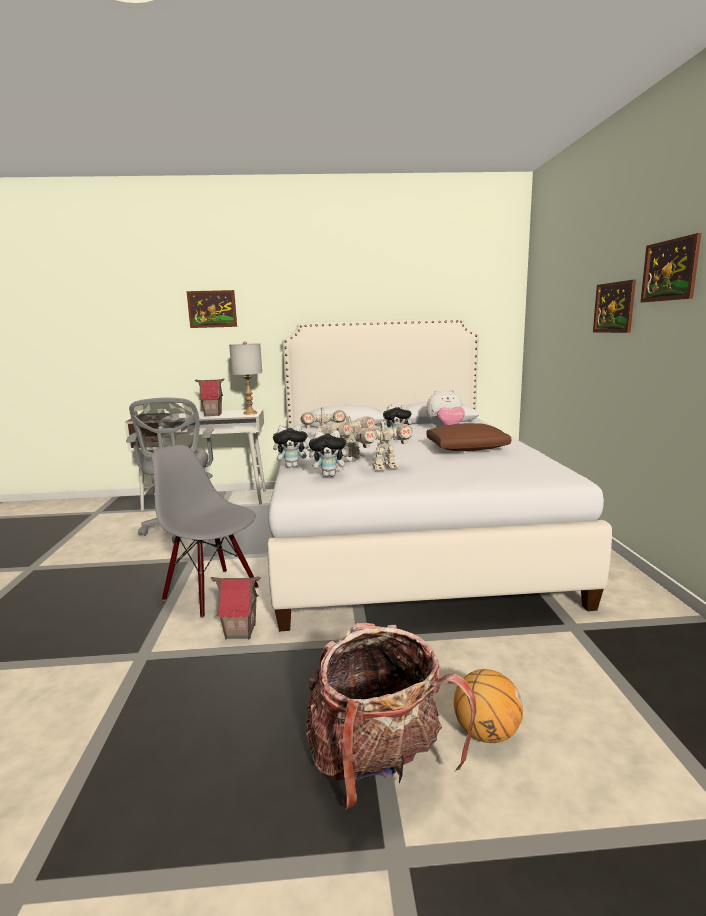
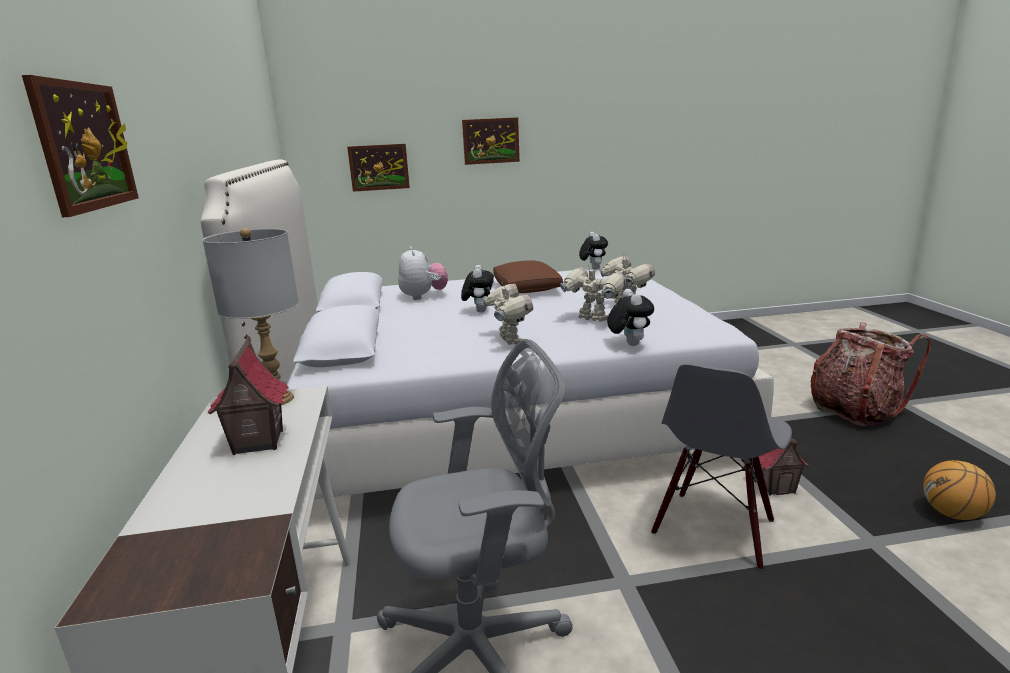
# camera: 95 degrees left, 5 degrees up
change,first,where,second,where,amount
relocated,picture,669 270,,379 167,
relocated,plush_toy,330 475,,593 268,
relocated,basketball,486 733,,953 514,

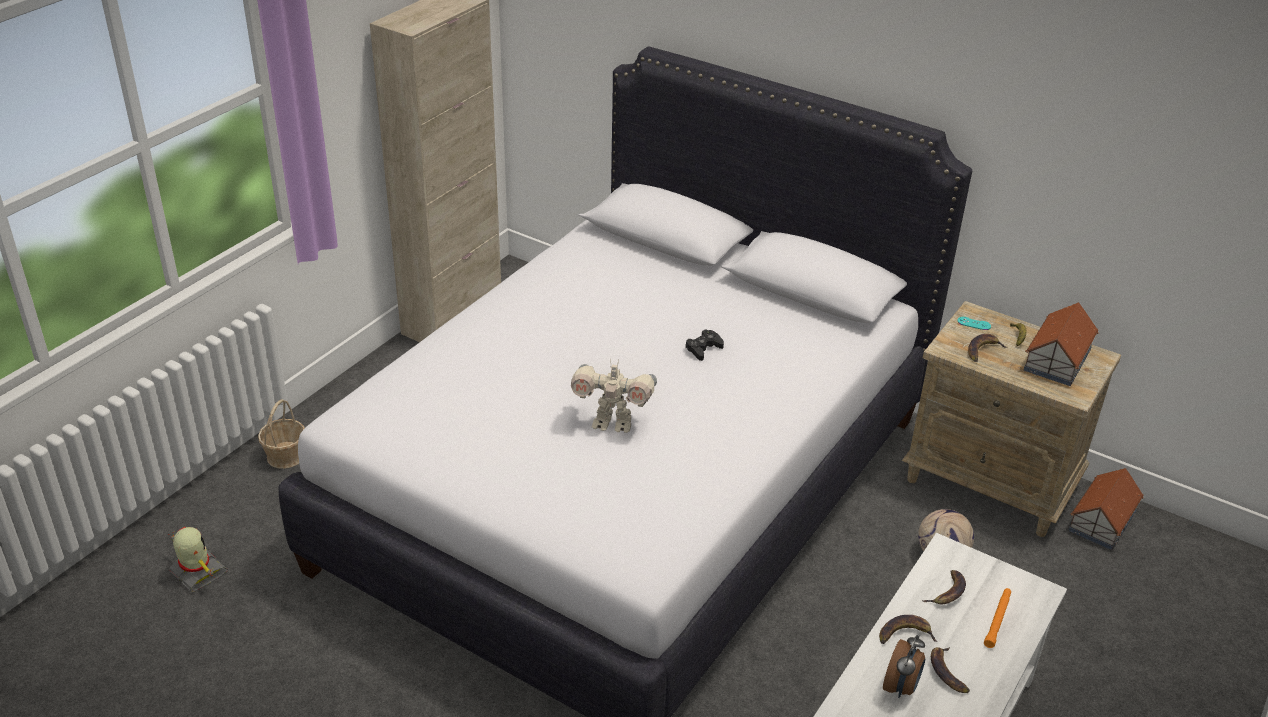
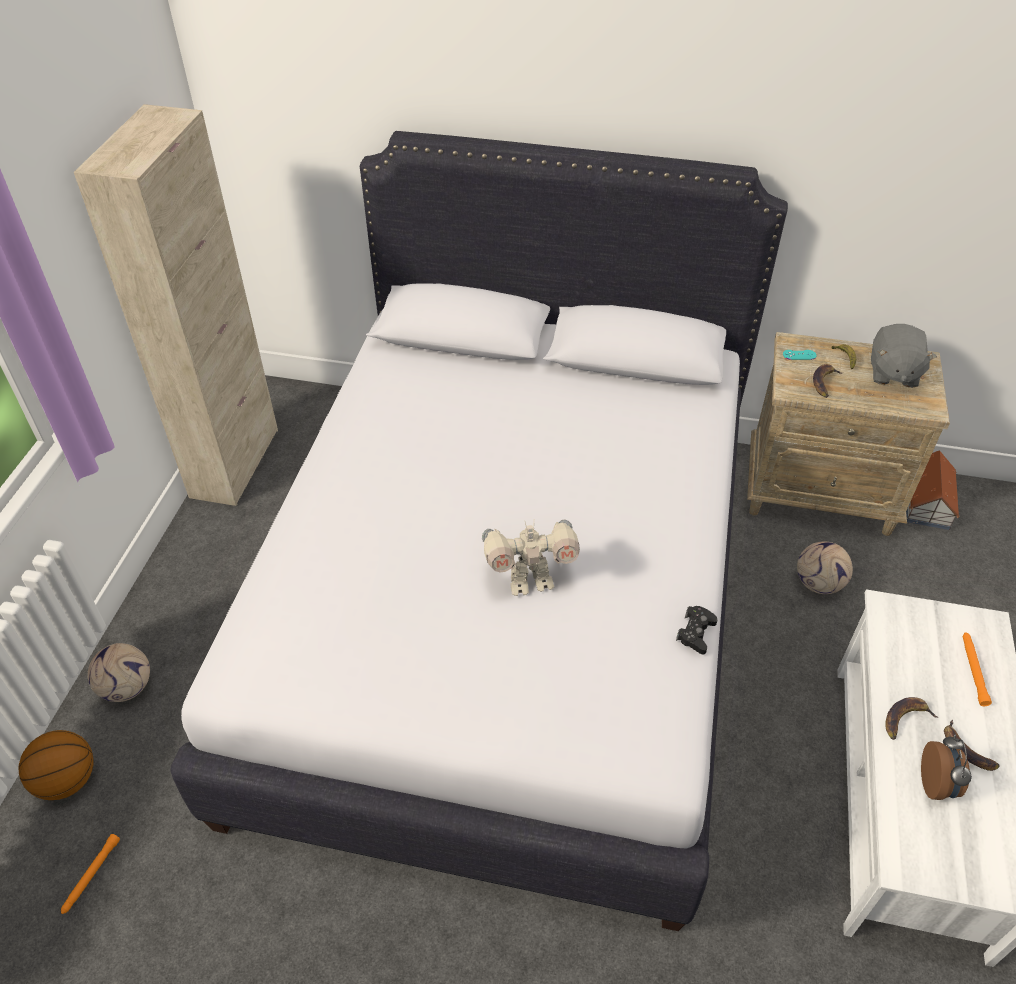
# camera: 20 degrees left, 10 degrees up
change,first,where,second,where,amount
exchanged,toy_house,1058 359,grey_plush_toy,892 373,
relocated,black_game_controller,703 349,,696 633,
exchanged,basket,286 456,football,128 687,
exchanged,toy_robot,198 573,orange_flashlight,91 876,
missing,banana,948 592,,,
appeared,,,basketball,68 780,

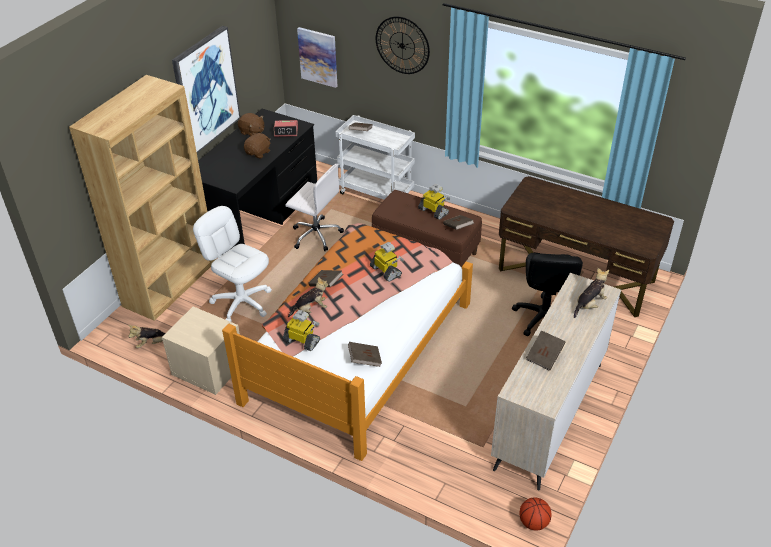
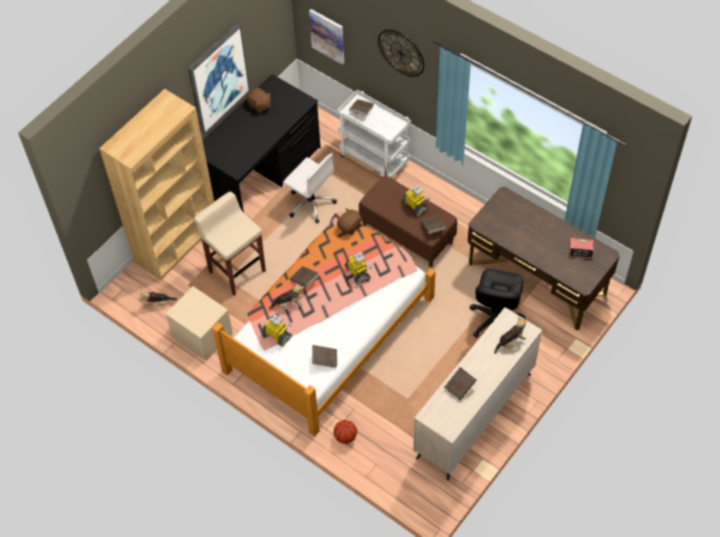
# camera: 10 degrees right, 15 degrees up
change,first,where,second,where,amount
relocated,alarm_clock,286 131,,581 250,
relocated,brown_plush_toy,258 153,,350 226,
exchanged,white_office_chair,242 302,beige_stool,236 271,
relocated,basketball,533 522,,345 437,

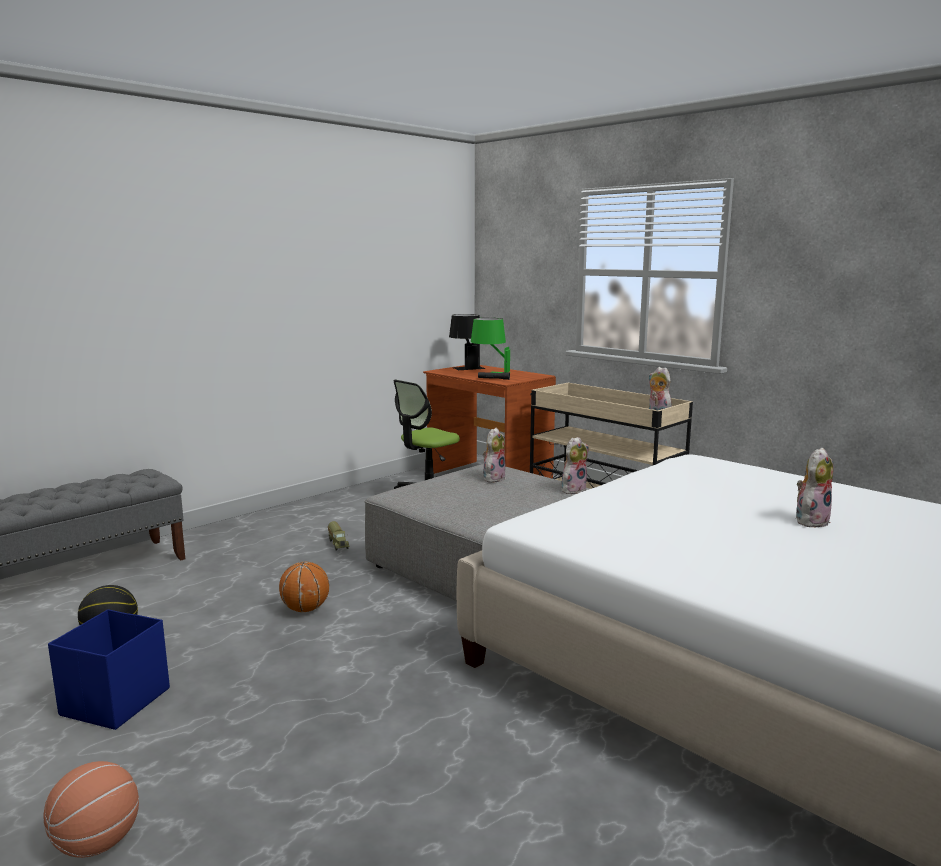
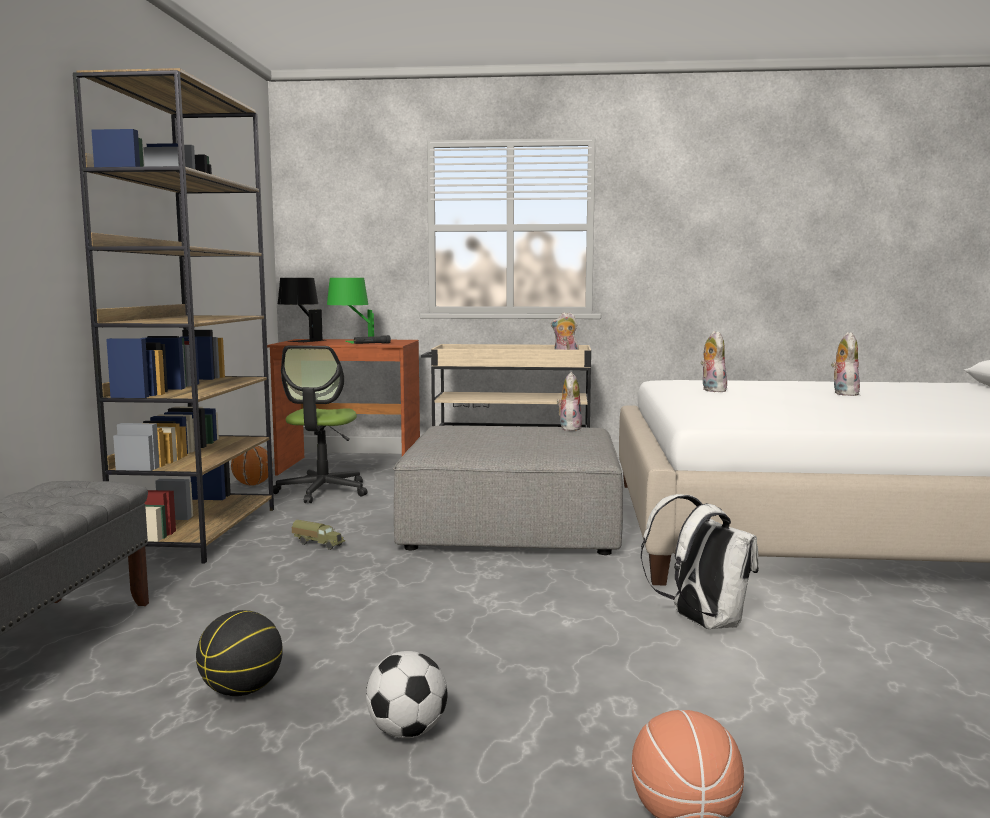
# camera: 40 degrees left, 5 degrees down
change,first,where,second,where,amount
relocated,plush_toy,493 478,,711 390,
relocated,basketball,305 609,,252 484,
exchanged,blue_storage_box,114 702,football,408 732,
appeared,,,brown_bookcase,199 532,
appeared,,,white_backpack,701 622,

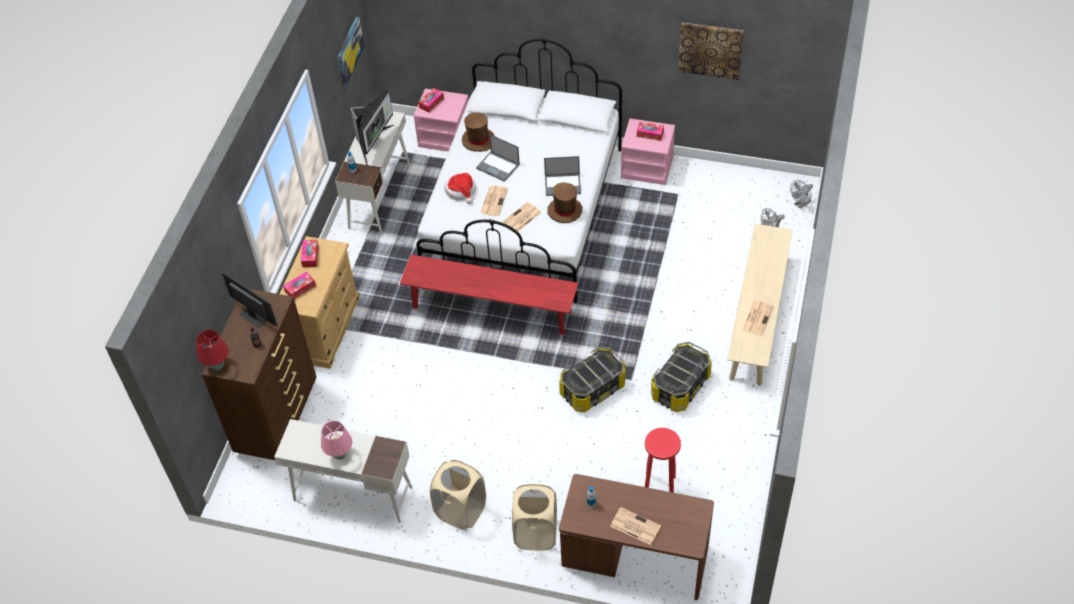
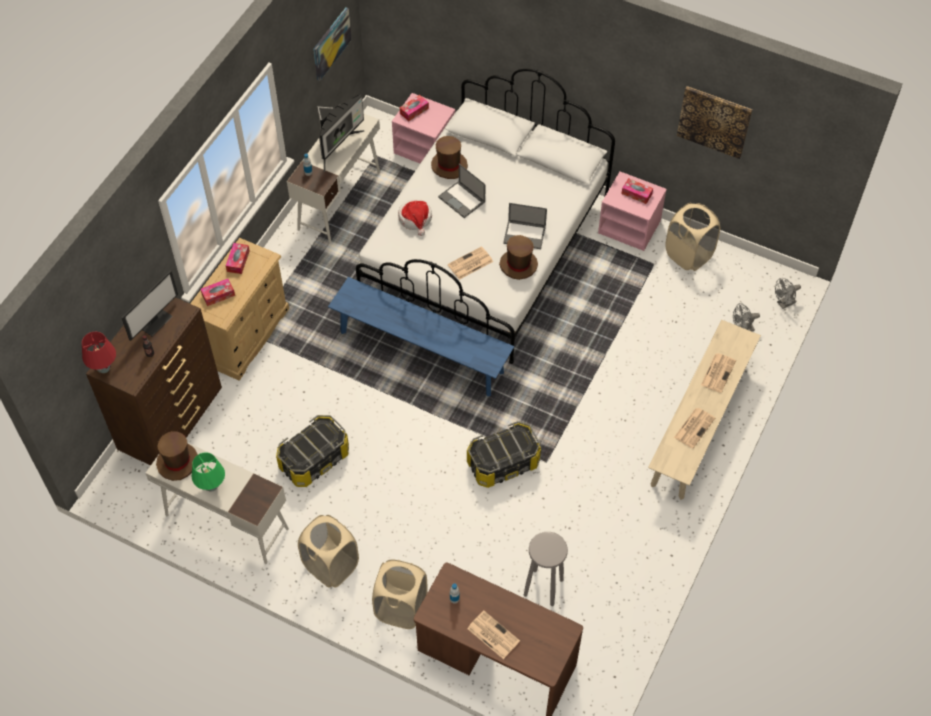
# camera: 10 degrees right, 5 degrees up
change,first,where,second,where,amount
relocated,newspaper,494 200,,718 372,
colour,red_bench,491 310,blue_bench,421 352,
spun,monitor,254 316,,155 321,75 degrees clockwise
relocated,storage_box,680 387,,314 460,
colour,pink_table_lamp,340 455,green_table_lamp,212 486,
colour,red_stool,660 487,grey_stool,544 587,
appeared,,,beige_laundry_basket,688 255,
appeared,,,brown_hat,177 462,

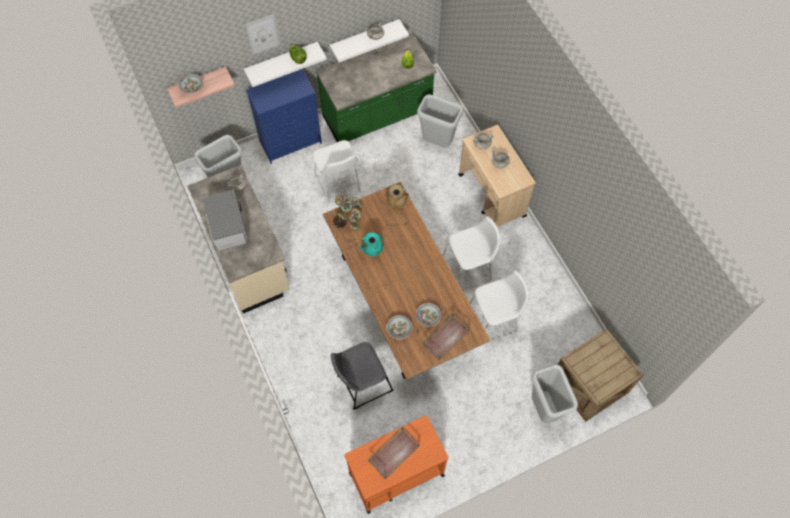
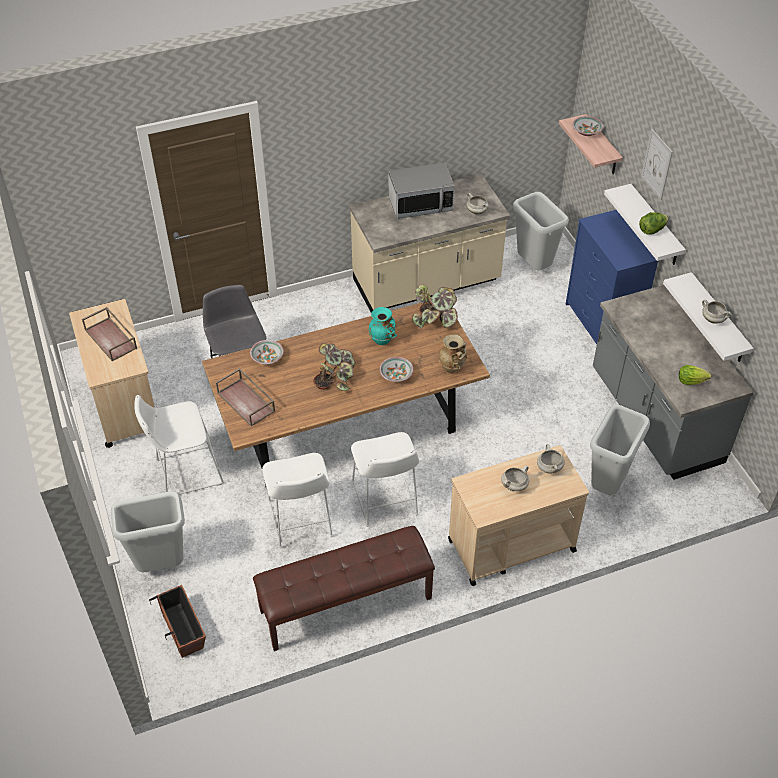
# camera: 95 degrees right, 15 degrees down
change,first,where,second,where,amount
colour,green_counter,377 115,grey_counter,654 417,
relocated,white_stool,338 185,,185 472,
relocated,bowl,428 317,,396 375,
exchanged,crate,589 384,planter,183 629,
colour,orange_cart,395 474,beige_cart,123 403,
appeared,,,potted_plant,335 377,
appeared,,,brown_bench,346 605,

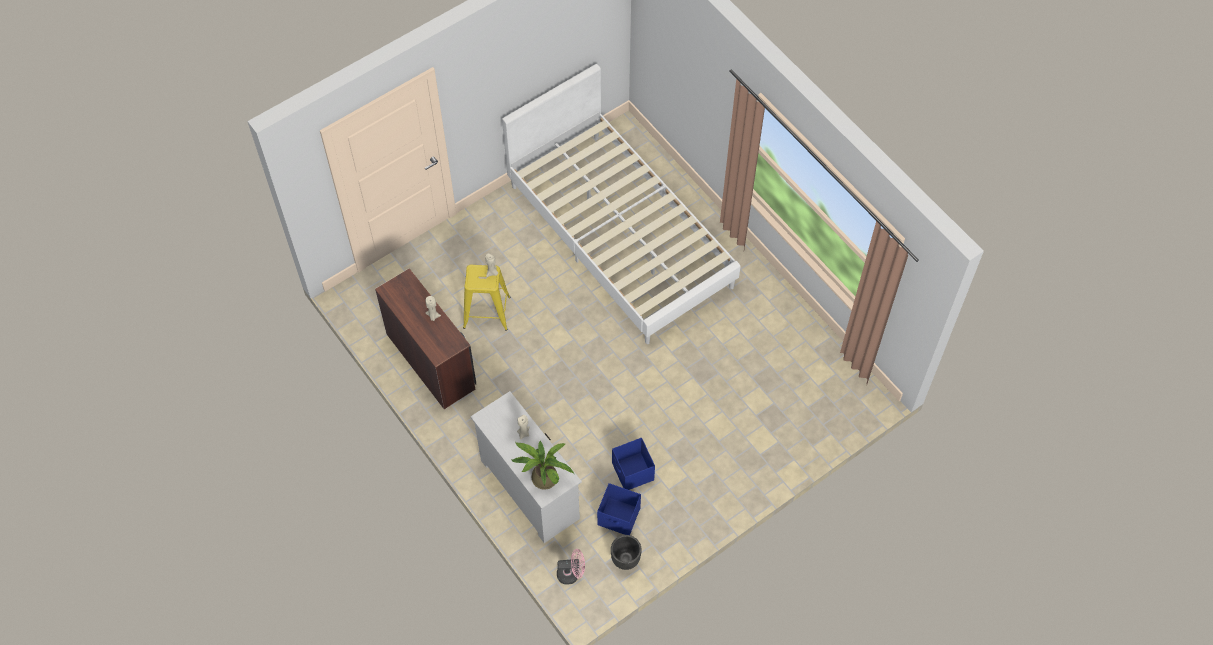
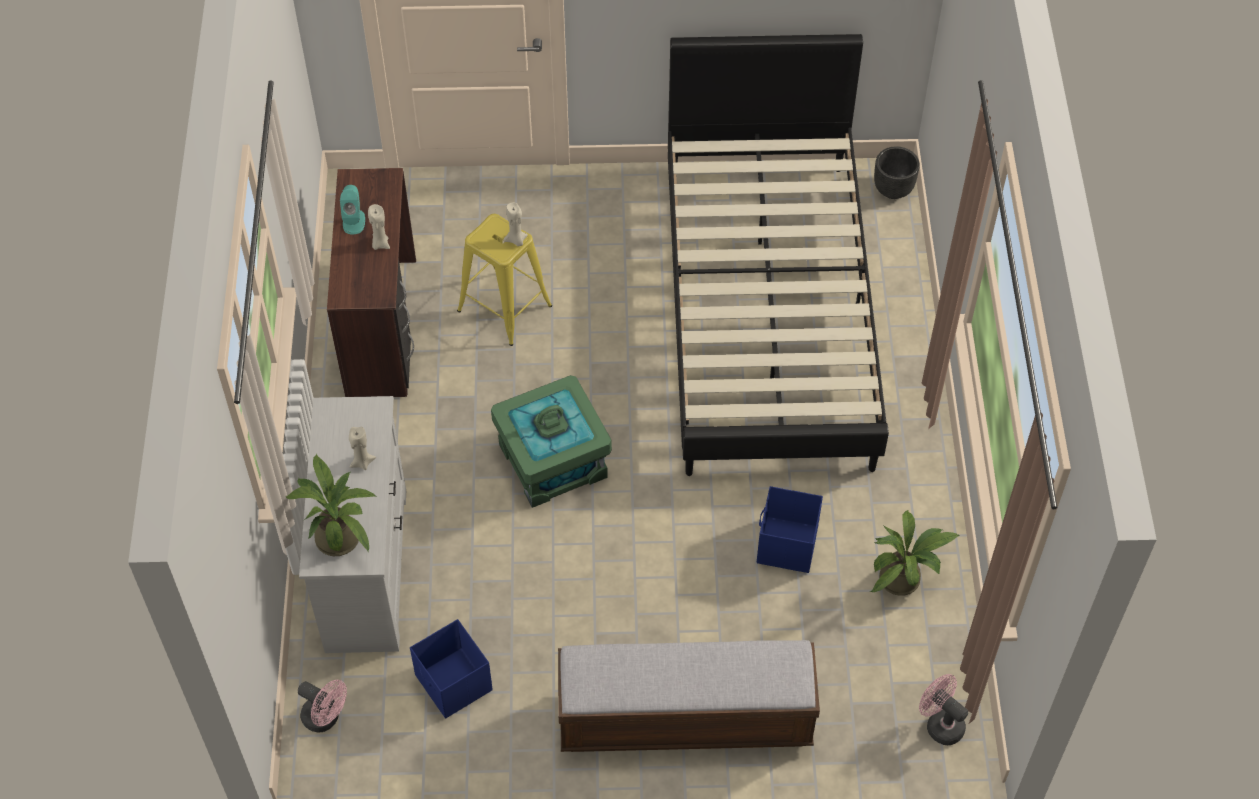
# camera: 35 degrees right, 5 degrees down
change,first,where,second,where,amount
colour,white_bed,620 235,black_bed,768 310,
relocated,blue_storage_box,632 472,,786 546,
relocated,black_planter,625 559,,892 189,
appeared,,,turquoise_speaker,354 221,
appeared,,,green_storage_box,553 461,
appeared,,,potted_plant,904 579,
appeared,,,bench,685 719,
appeared,,,pink_fan,940 724,

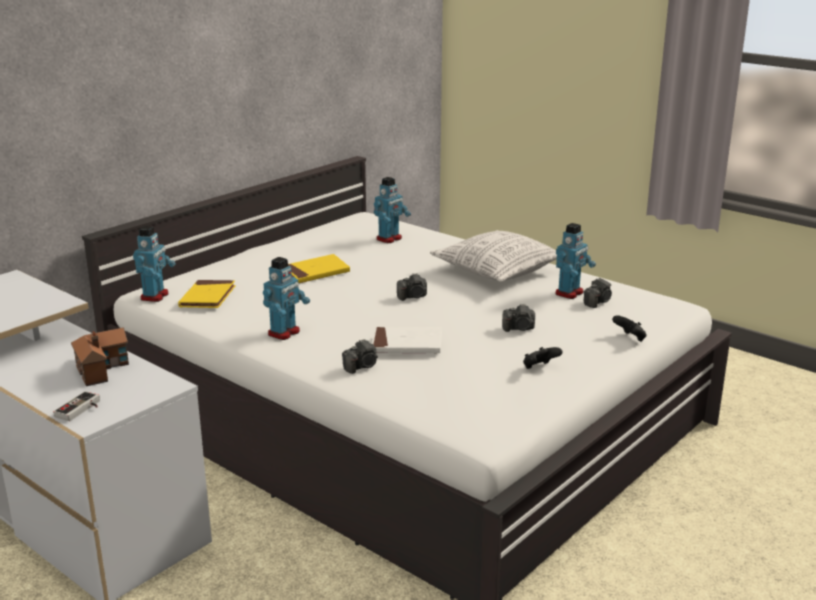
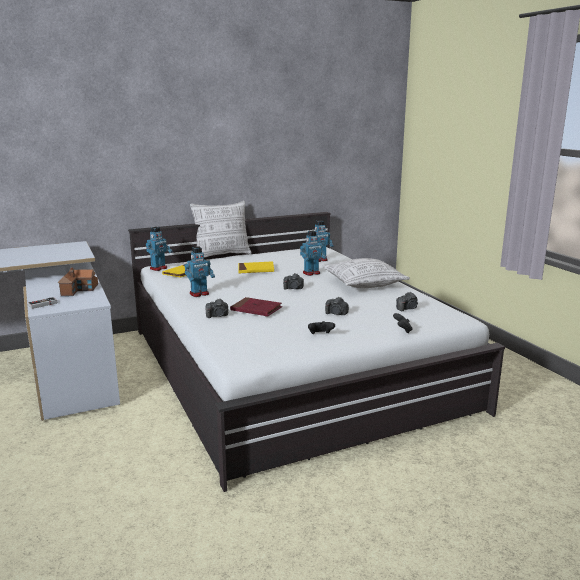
# camera: 25 degrees right, 5 degrees down
change,first,where,second,where,amount
relocated,toy_robot,570 293,,311 273,
colour,white_book,407 344,red_book,256 309,
appeared,,,pillow,222 255,

